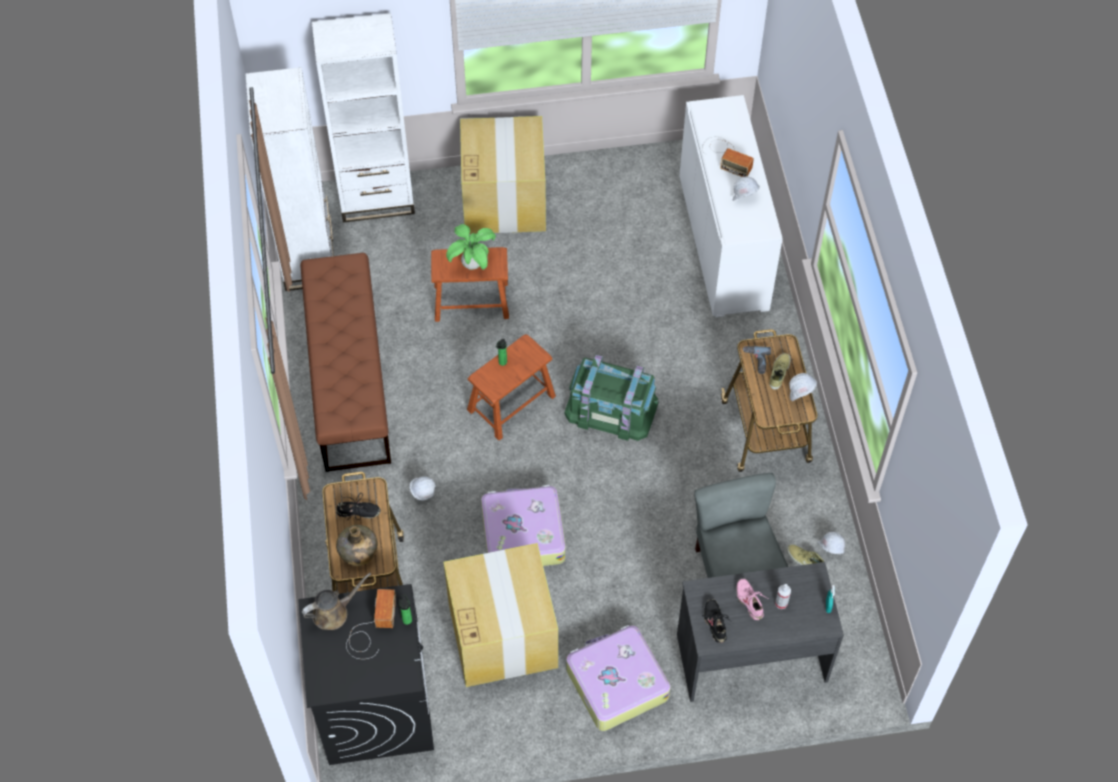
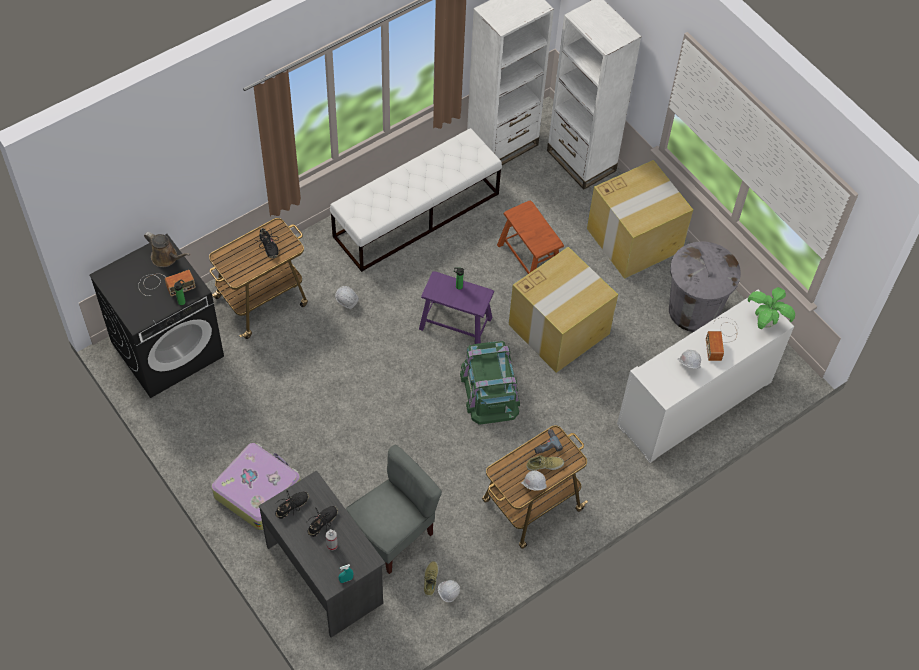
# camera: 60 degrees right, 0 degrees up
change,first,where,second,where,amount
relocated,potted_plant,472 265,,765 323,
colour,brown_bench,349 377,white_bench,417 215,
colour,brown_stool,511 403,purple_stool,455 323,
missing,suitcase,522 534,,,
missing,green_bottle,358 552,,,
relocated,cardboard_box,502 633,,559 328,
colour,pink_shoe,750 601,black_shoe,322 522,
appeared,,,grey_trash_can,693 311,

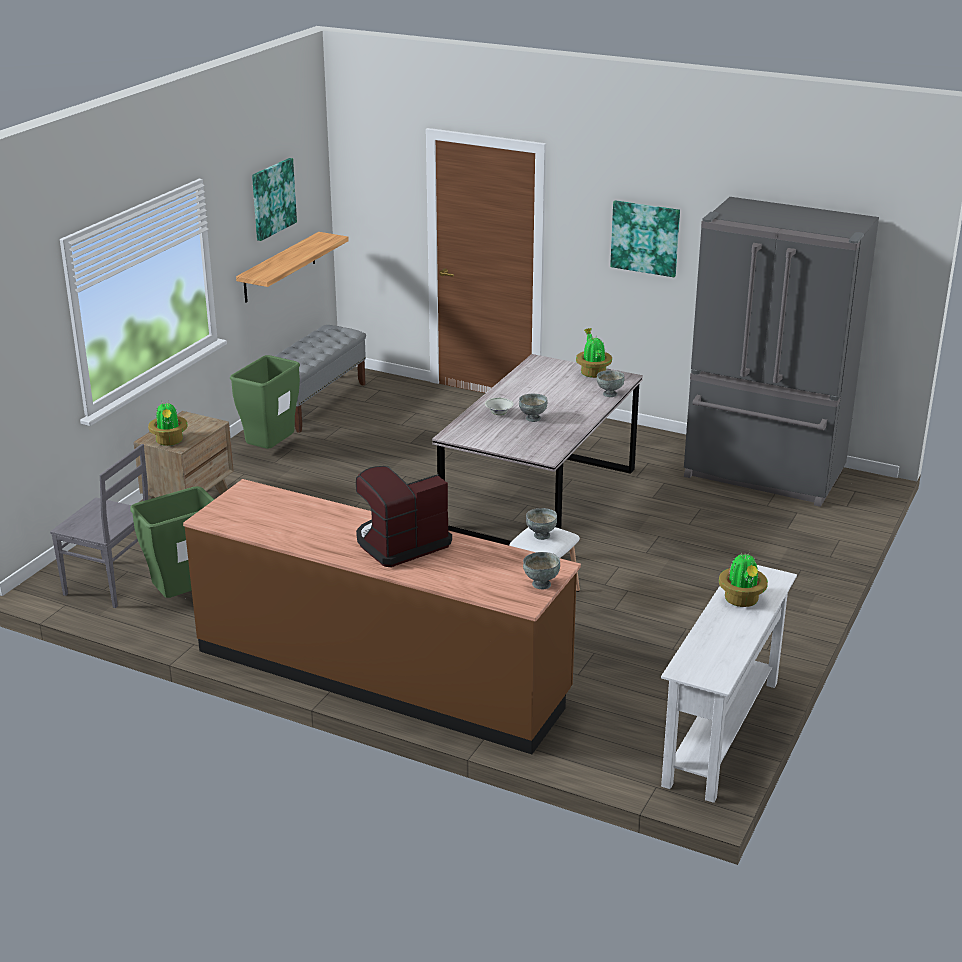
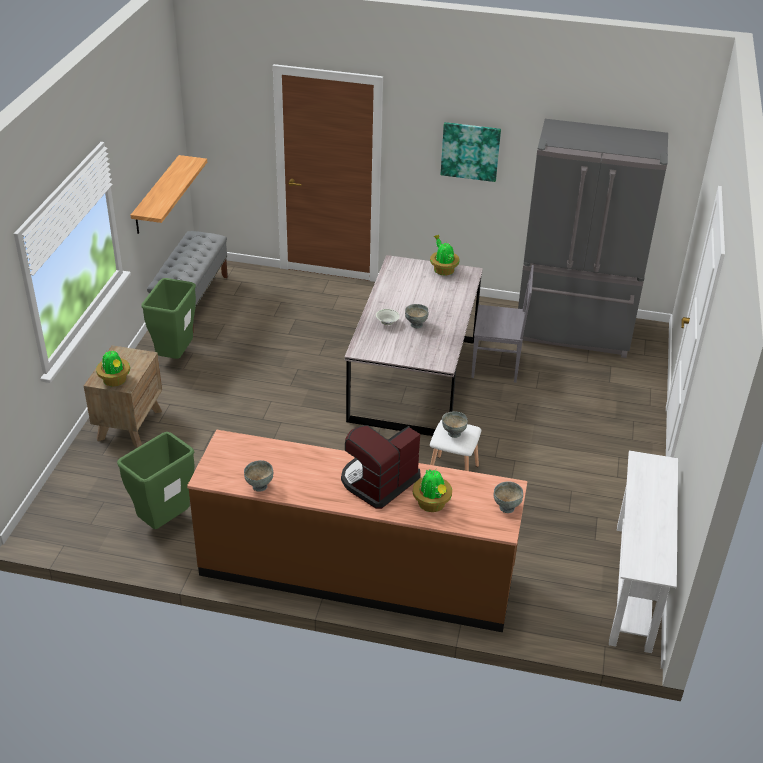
# camera: 15 degrees left, 10 degrees up
change,first,where,second,where,amount
missing,picture,272 198,,,
relocated,grey_bowl,609 394,,259 486,
relocated,grey_chair,112 585,,497 365,
relocated,potted_plant,741 600,,432 504,

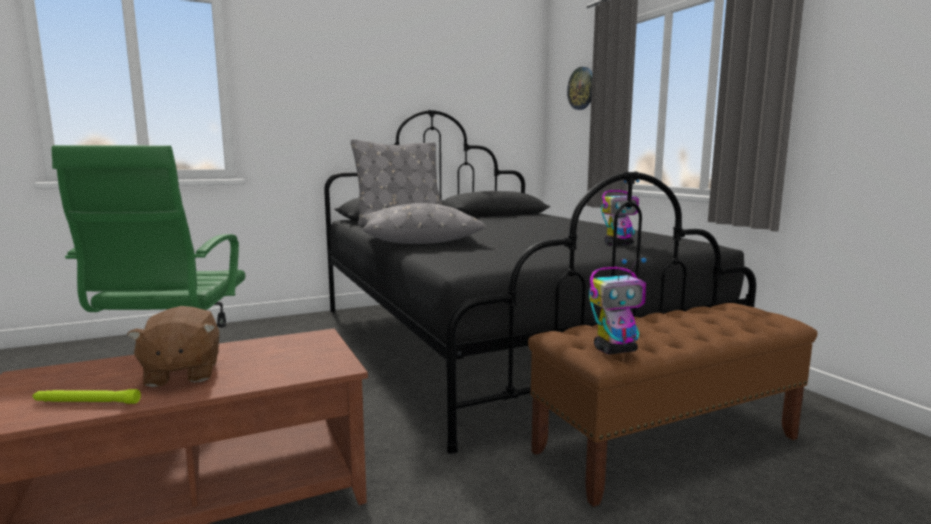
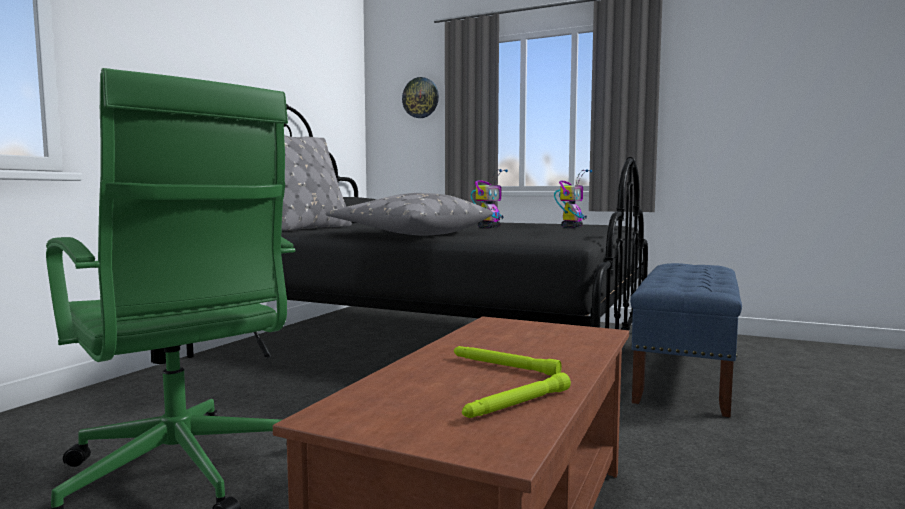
# camera: 40 degrees left, 5 degrees down
change,first,where,second,where,amount
relocated,toy_robot,615 350,,489 227,
colour,brown_bench,667 444,blue_bench,685 374,
exchanged,brown_plush_toy,181 374,green_flashlight,503 366,

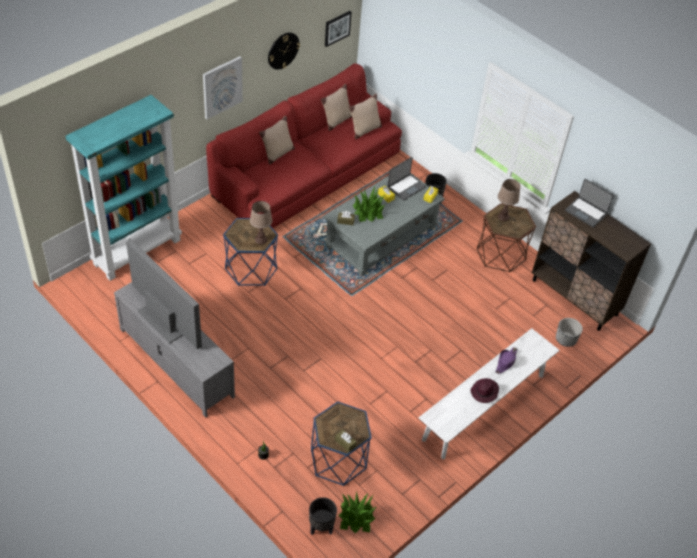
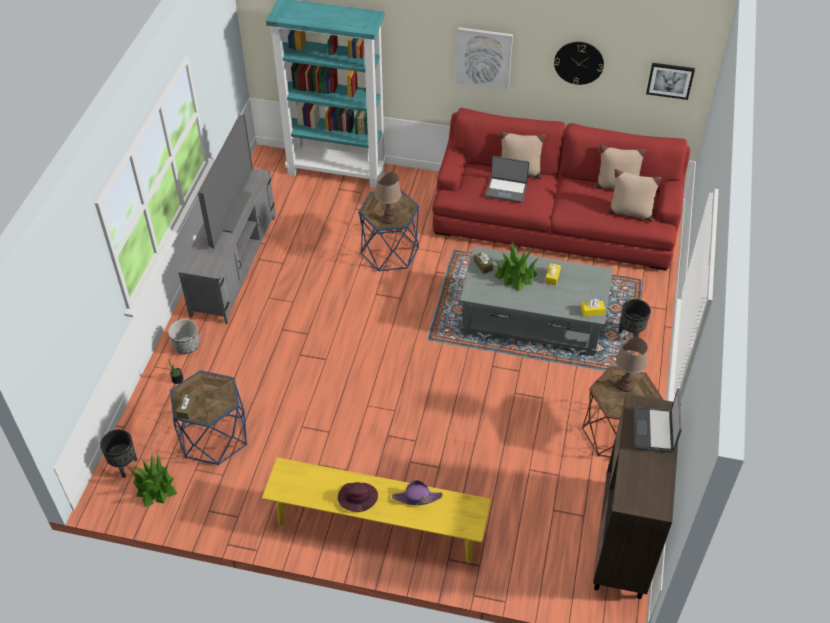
# camera: 60 degrees right, 0 degrees up
change,first,where,second,where,amount
relocated,laptop,406 187,,506 190,
relocated,planter,566 339,,186 345,
colour,white_bench,484 407,yellow_bench,377 527,

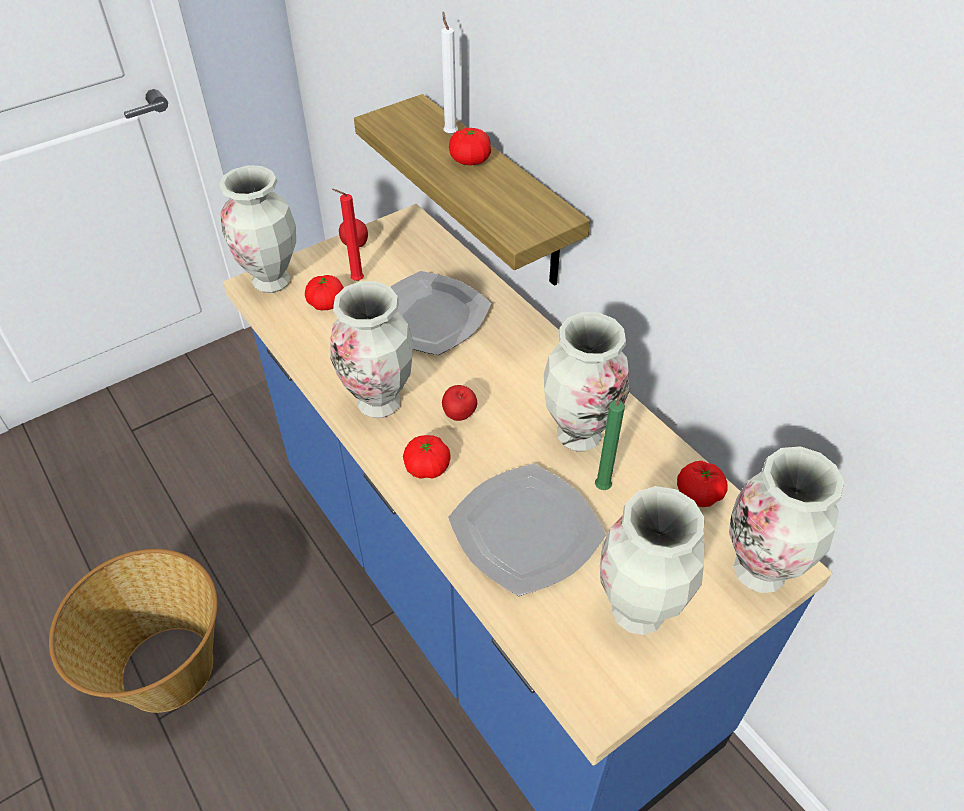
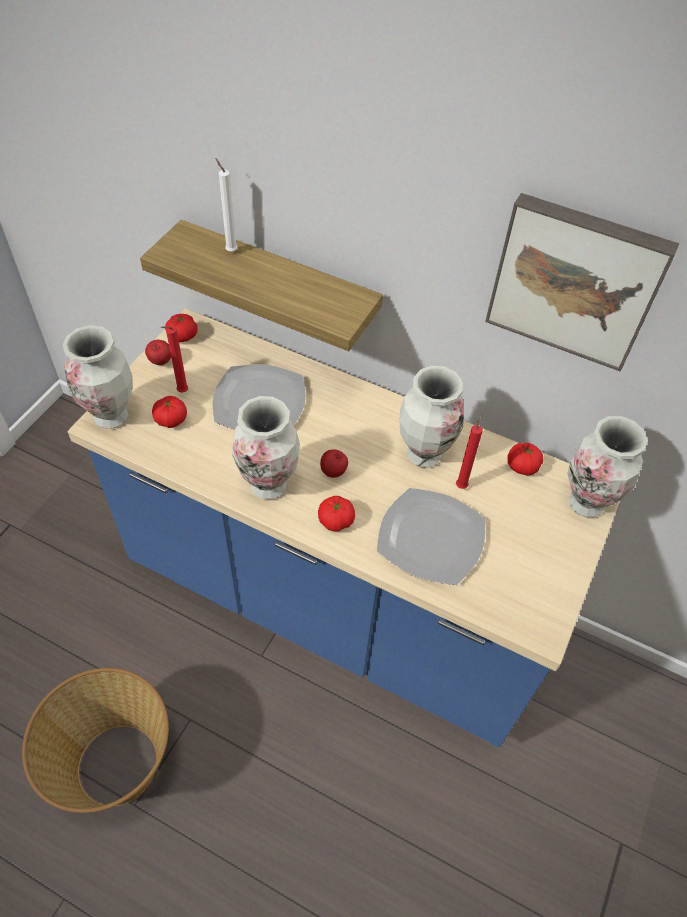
# camera: 30 degrees left, 5 degrees up
change,first,where,second,where,amount
relocated,tomato,470 160,,182 336,
colour,green_candle,604 486,red_candle,462 485,
missing,vase,637 613,,,
appeared,,,picture,575 280,

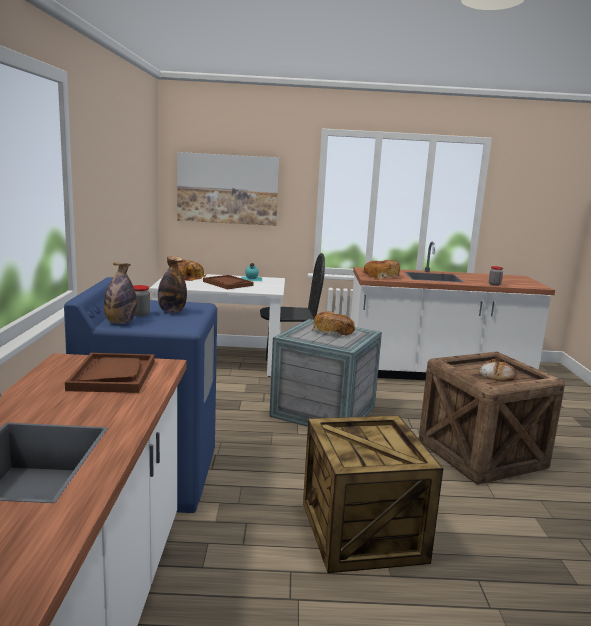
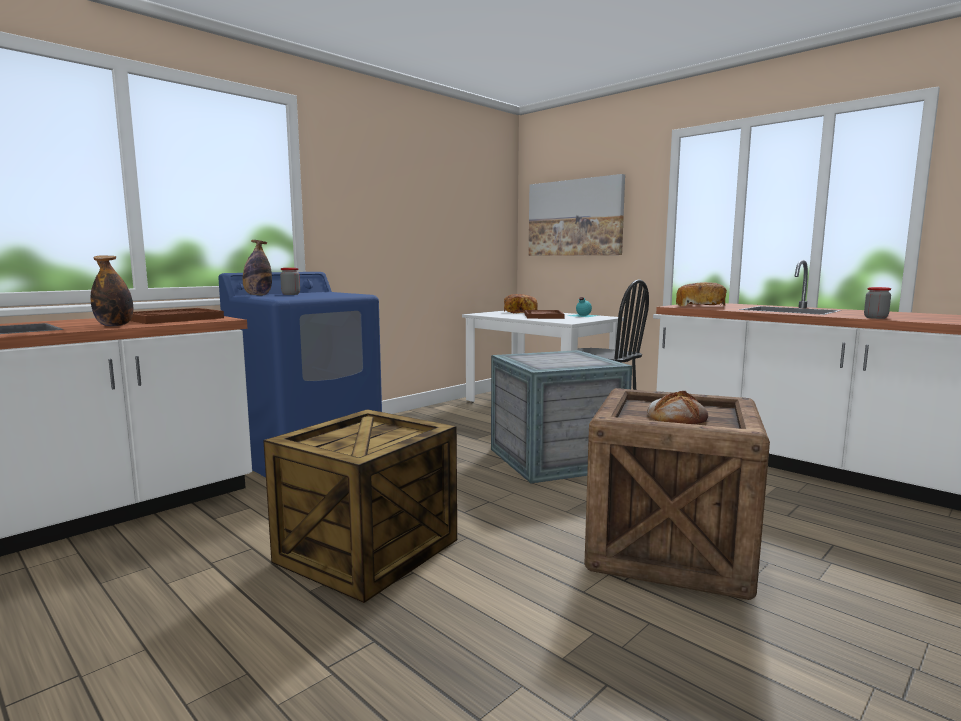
# camera: 45 degrees right, 5 degrees down
change,first,where,second,where,amount
relocated,bottle,172 311,,115 325,
missing,bread,333 331,,,

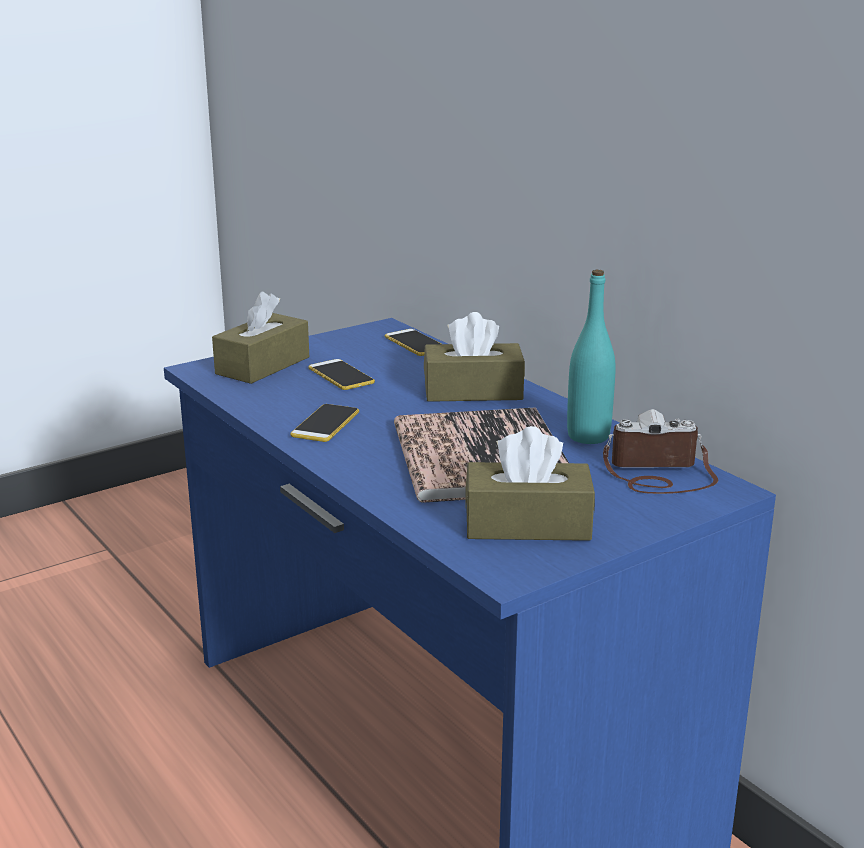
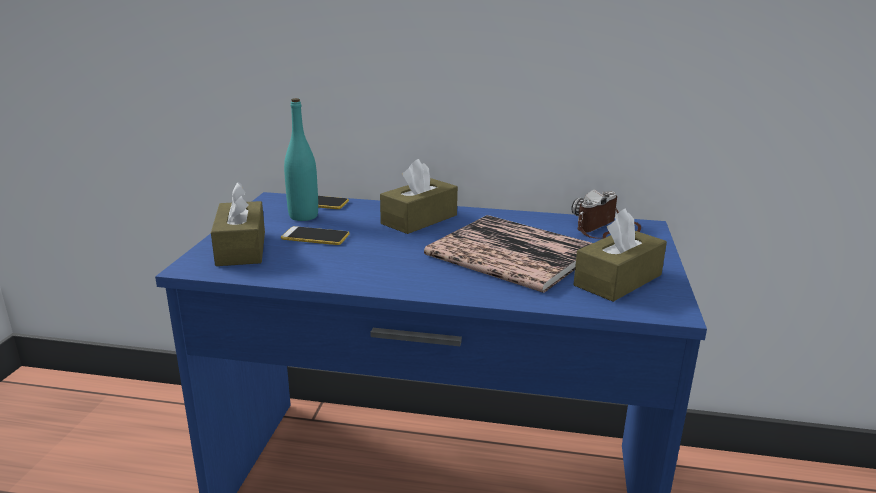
# camera: 45 degrees left, 0 degrees up
change,first,where,second,where,amount
relocated,turquoise_bottle,588 436,,303 216,
missing,phone,325 424,,,

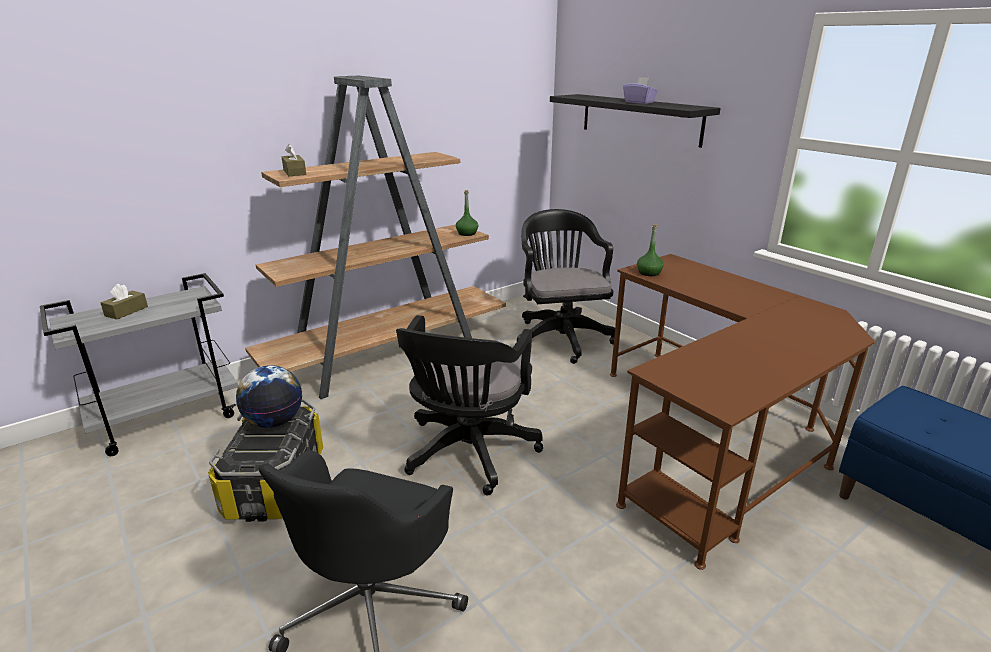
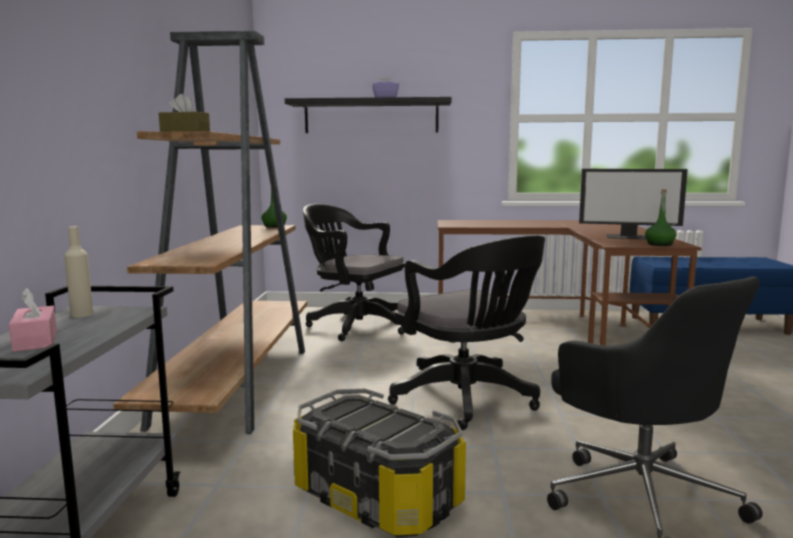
# camera: 50 degrees left, 15 degrees down
change,first,where,second,where,amount
relocated,green_bottle,649 273,,659 244,
colour,brown_tissue_box,126 311,pink_tissue_box,35 340,
missing,globe,274 421,,,
appeared,,,monitor,629 237,
appeared,,,beige_bottle,82 314,

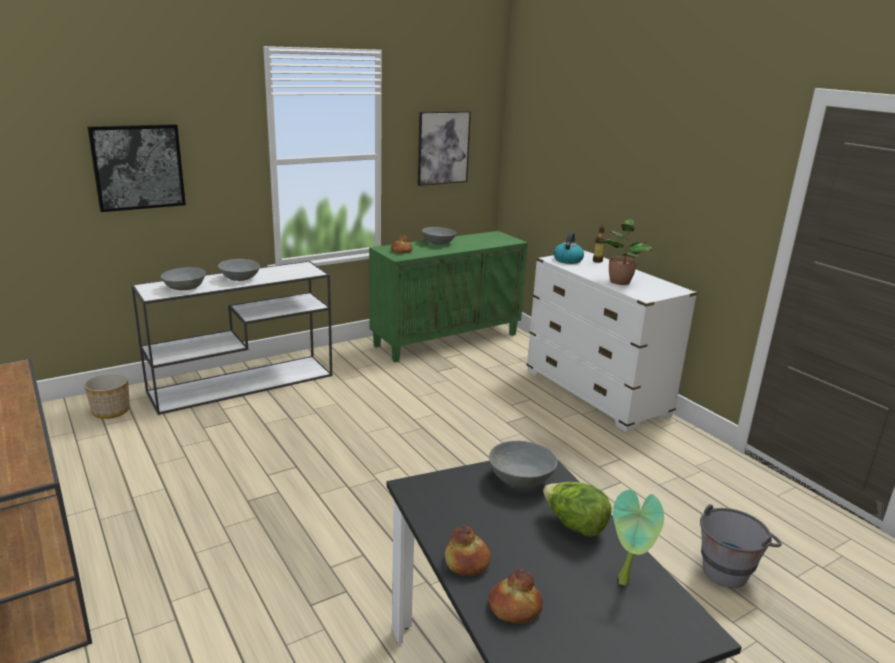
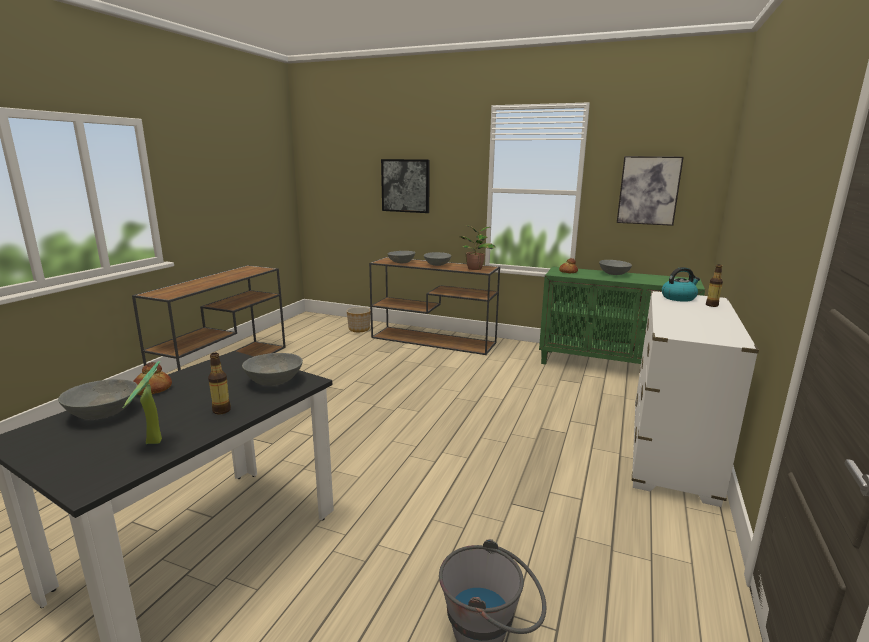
# camera: 55 degrees right, 5 degrees down
change,first,where,second,where,amount
relocated,potted_plant,619 281,,475 268,
colour,white_console_table,244 383,brown_console_table,434 340,
exchanged,lettuce,574 525,bottle,221 410,
exchanged,bread,514 608,grey_bowl,102 413,

